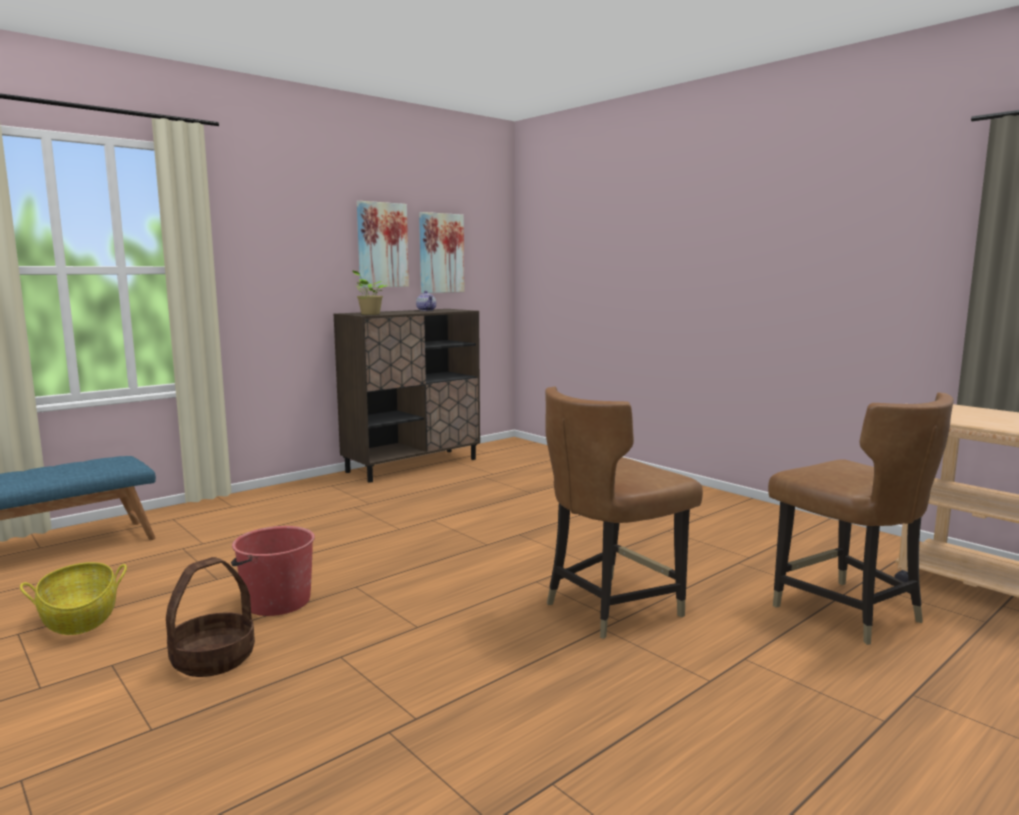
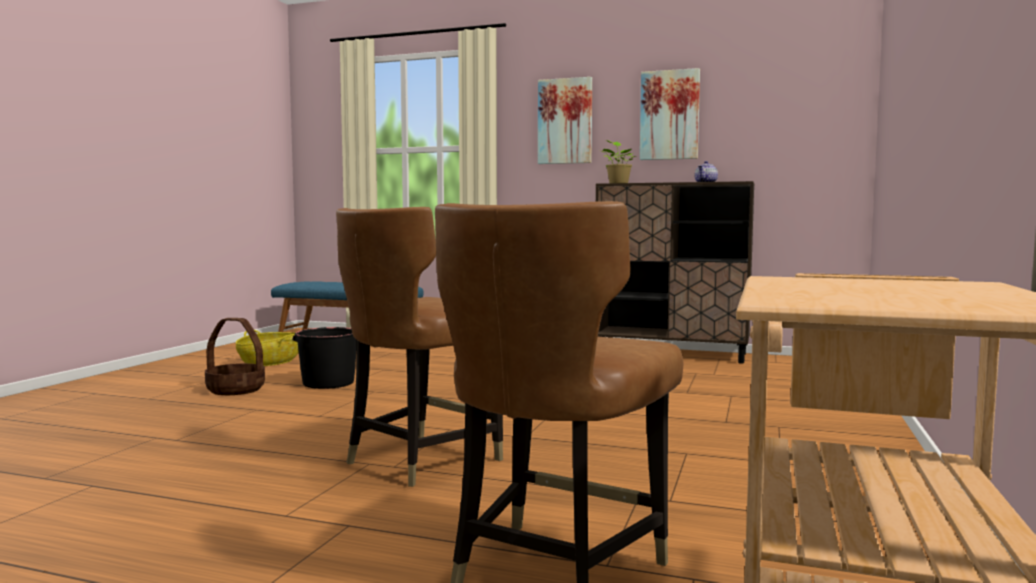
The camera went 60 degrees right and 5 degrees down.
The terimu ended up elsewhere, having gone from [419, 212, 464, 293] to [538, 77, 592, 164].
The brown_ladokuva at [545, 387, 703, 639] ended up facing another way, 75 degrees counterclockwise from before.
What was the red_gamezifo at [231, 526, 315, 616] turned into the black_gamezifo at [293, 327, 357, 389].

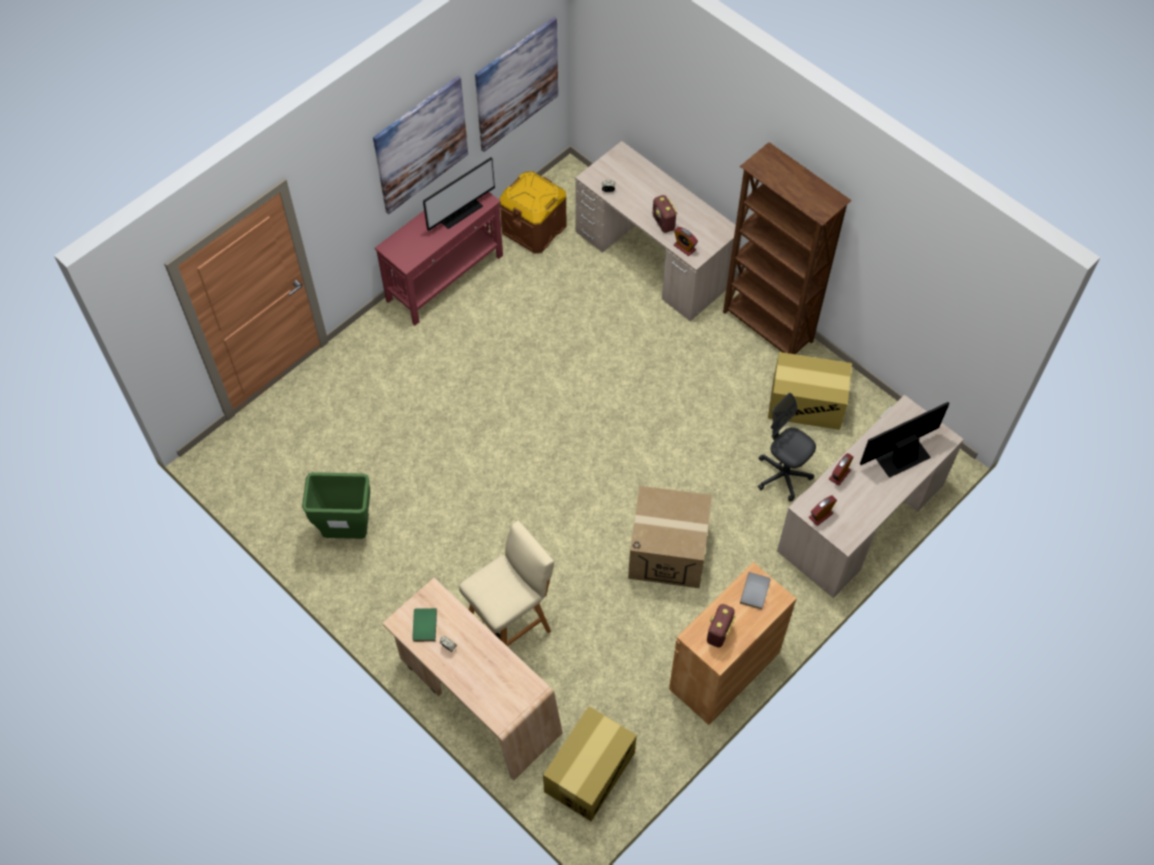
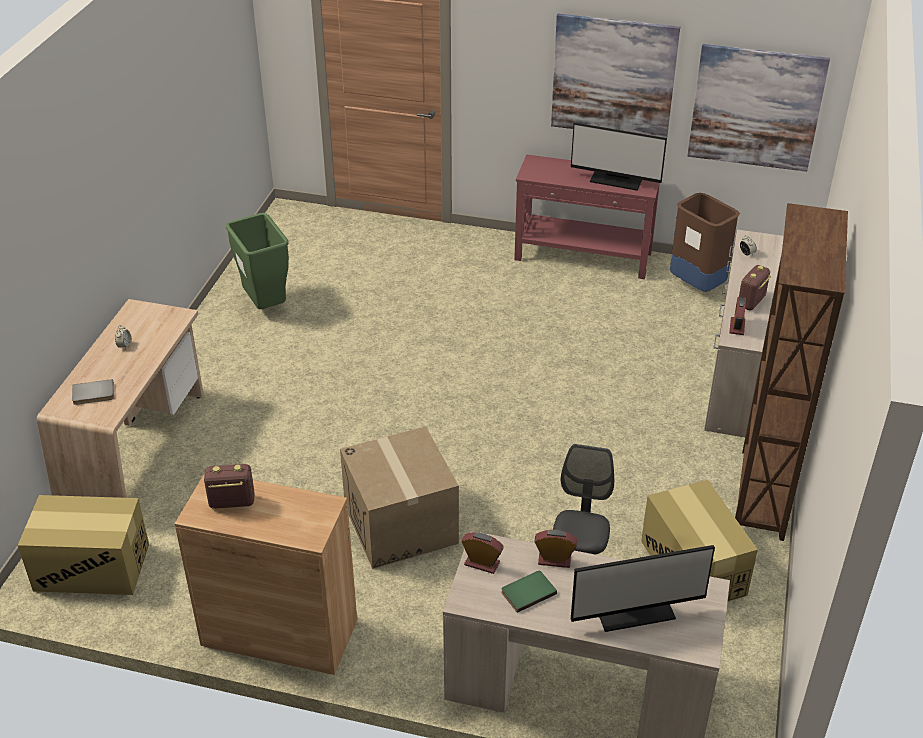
The camera went 60 degrees right and 20 degrees down.
Where the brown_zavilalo stood at [499, 171, 567, 253], the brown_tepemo came to stand at [670, 193, 740, 292].
The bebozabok at [860, 402, 950, 478] ended up facing another way, 135 degrees clockwise from before.
The second view lost the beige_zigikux at [459, 521, 554, 646].
The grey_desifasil ended up elsewhere, having gone from [740, 572, 770, 610] to [72, 379, 114, 405].
The green_desifasil ended up elsewhere, having gone from [412, 608, 437, 642] to [501, 571, 557, 613].

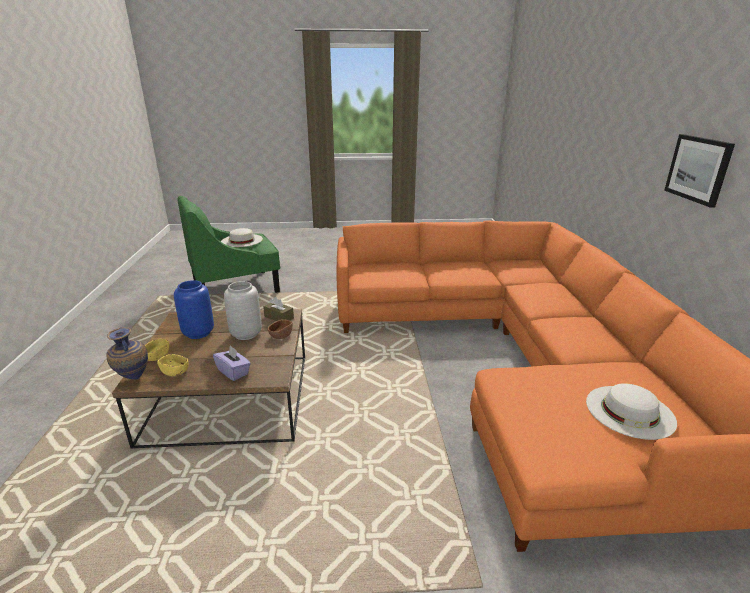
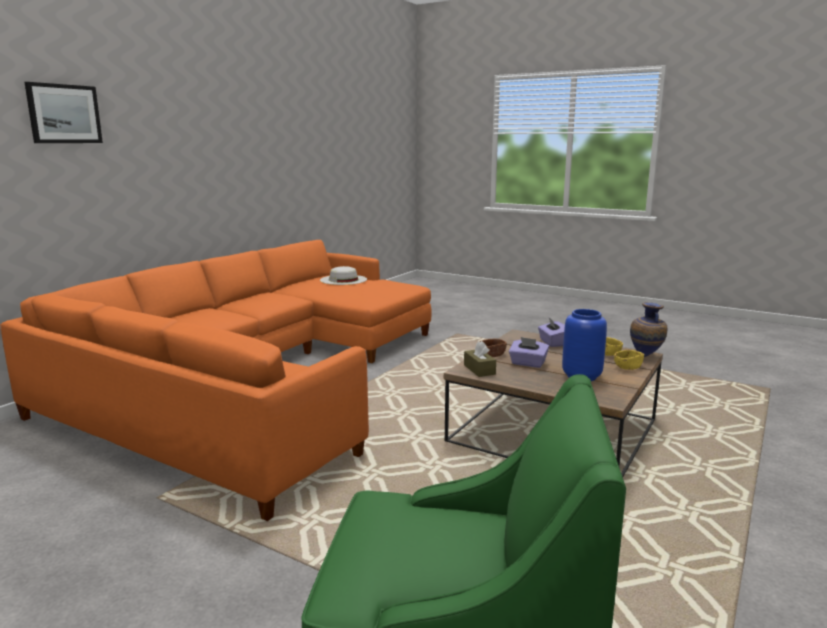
The camera went 145 degrees left and 10 degrees down.
The terimu ended up elsewhere, having gone from [664, 134, 735, 207] to [24, 82, 103, 143].
The second view lost the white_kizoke at [221, 228, 263, 247].
Where the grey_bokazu stood at [224, 281, 262, 340], the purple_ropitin came to stand at [509, 337, 549, 368].

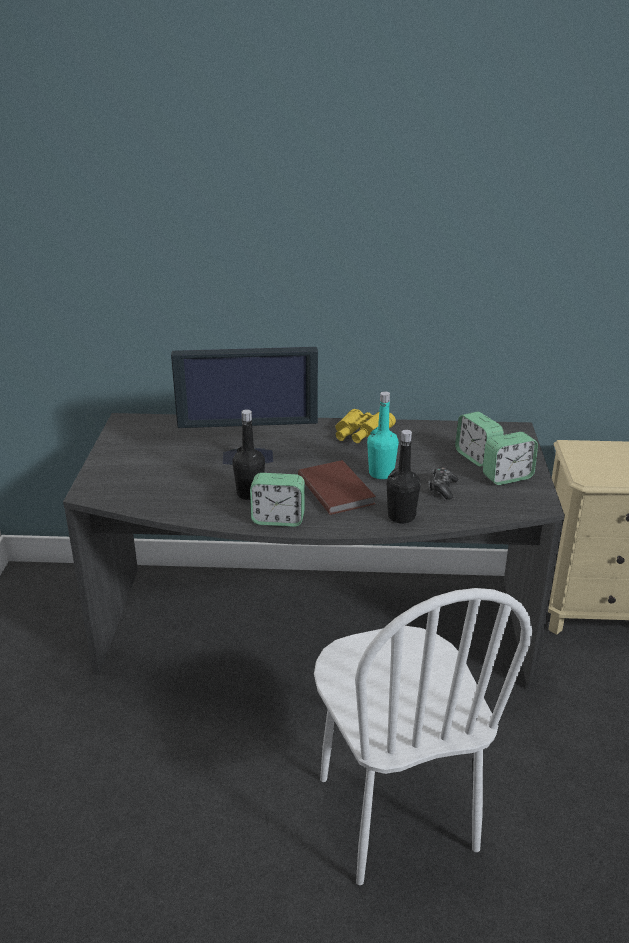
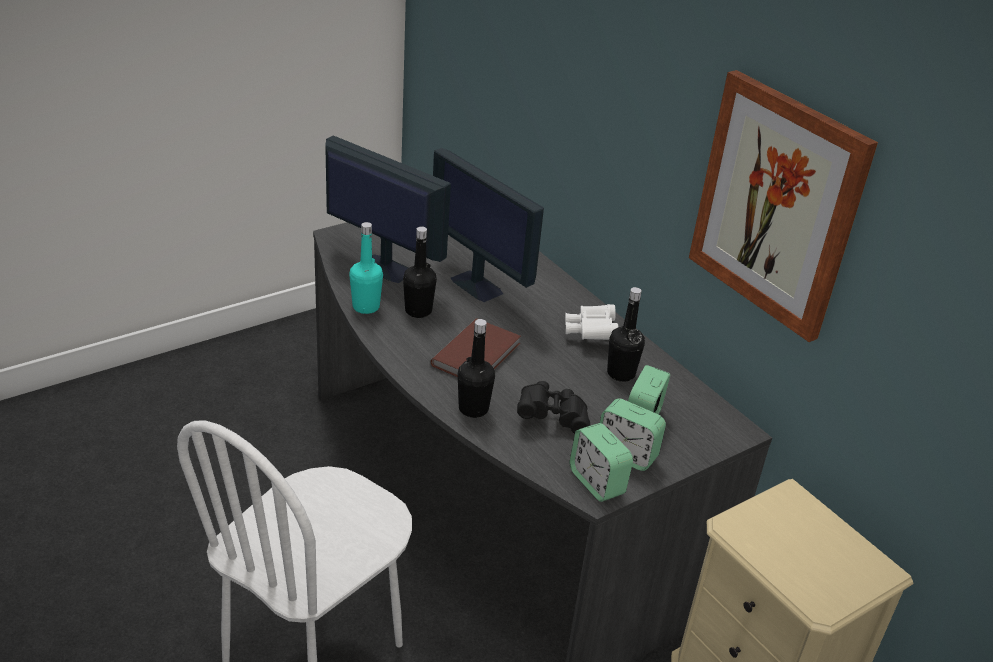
The camera went 50 degrees right and 5 degrees up.
The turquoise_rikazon ended up elsewhere, having gone from [367, 391, 399, 479] to [349, 222, 383, 314].
What was the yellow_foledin at [335, 409, 396, 443] turned into the white_foledin at [565, 304, 618, 340].
Where the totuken stood at [428, 467, 459, 500], the black_foledin came to stand at [517, 381, 590, 434].
The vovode ended up elsewhere, having gone from [250, 473, 305, 527] to [570, 423, 633, 502].
The second view gained the terimu at [689, 70, 878, 342].
The second view gained the bebozabok at [325, 135, 451, 283].
The second view gained the black_rikazon at [607, 287, 645, 382].

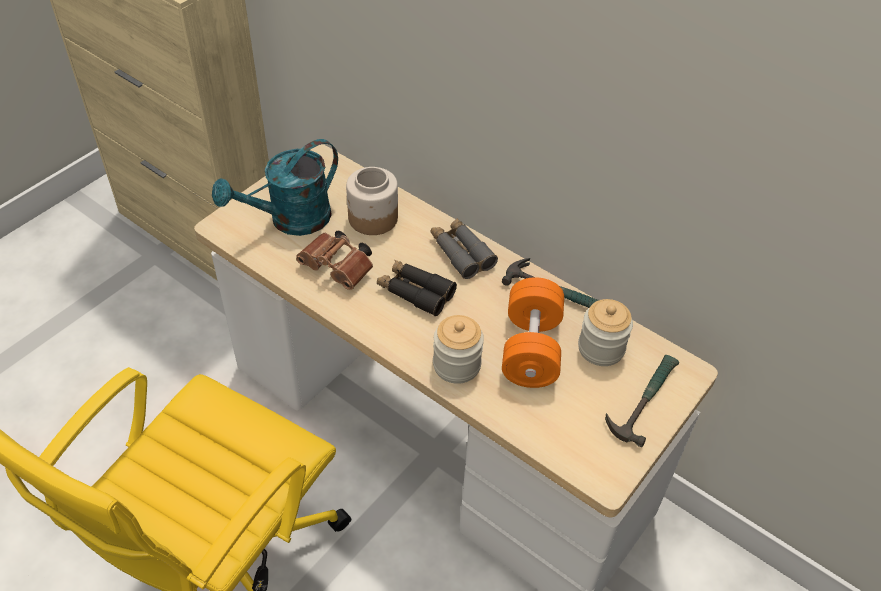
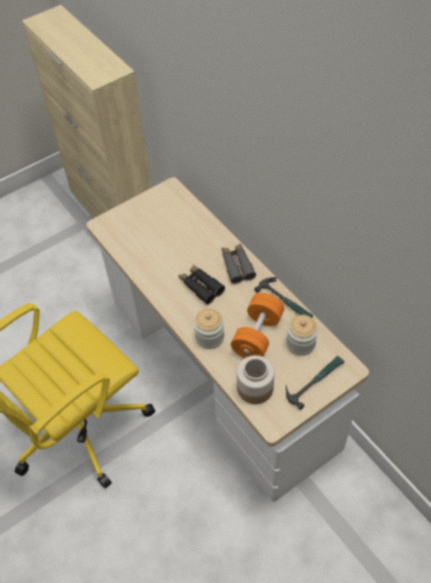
The camera went 20 degrees right and 5 degrees up.
The second view lost the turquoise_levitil at [212, 139, 338, 236].
The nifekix ended up elsewhere, having gone from [346, 167, 398, 235] to [237, 355, 275, 404].
The second view lost the brown_foledin at [296, 230, 373, 290].

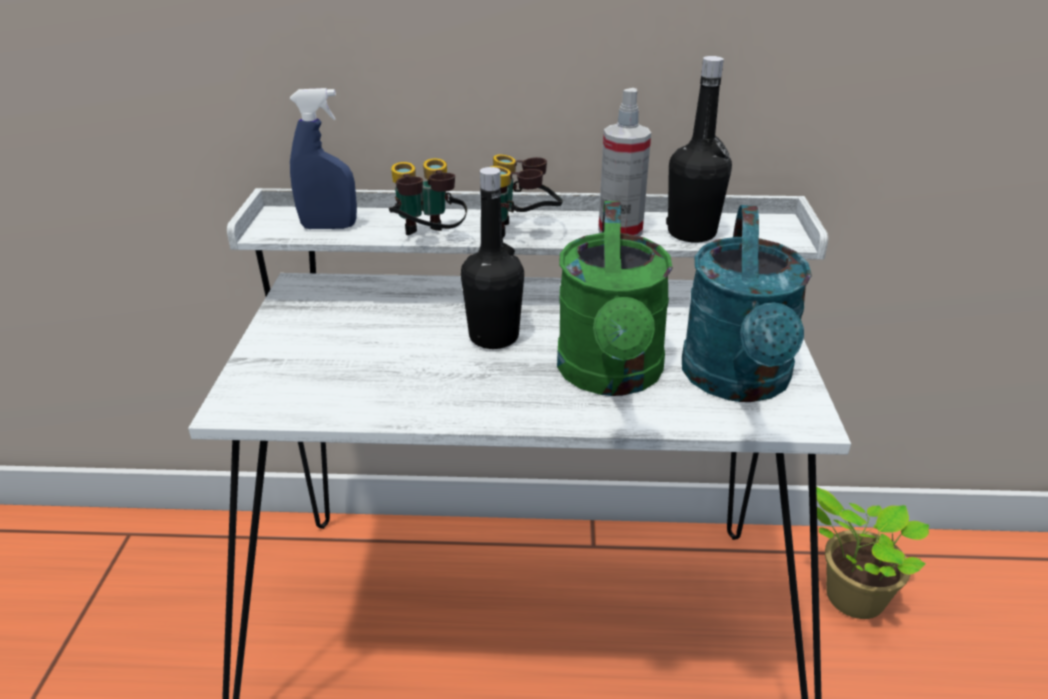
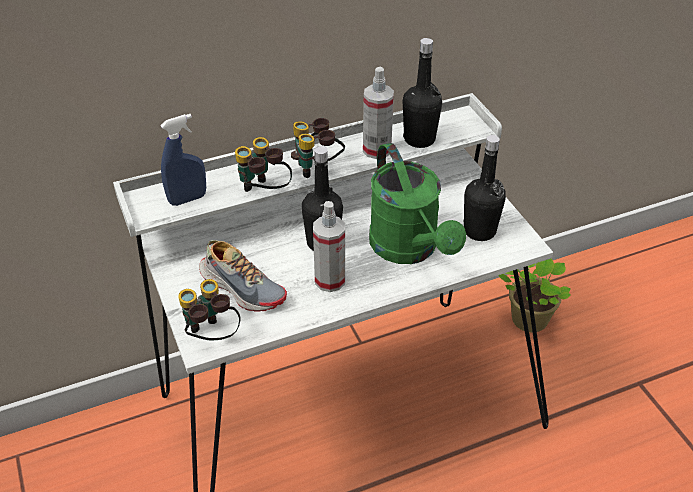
The camera went 25 degrees left and 10 degrees up.
Where the turquoise_levitil stood at [682, 205, 812, 402], the black_rikazon came to stand at [464, 135, 506, 241].
The second view gained the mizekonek at [313, 201, 345, 292].
The second view gained the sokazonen at [199, 240, 287, 312].
The second view gained the foledin at [178, 279, 241, 340].

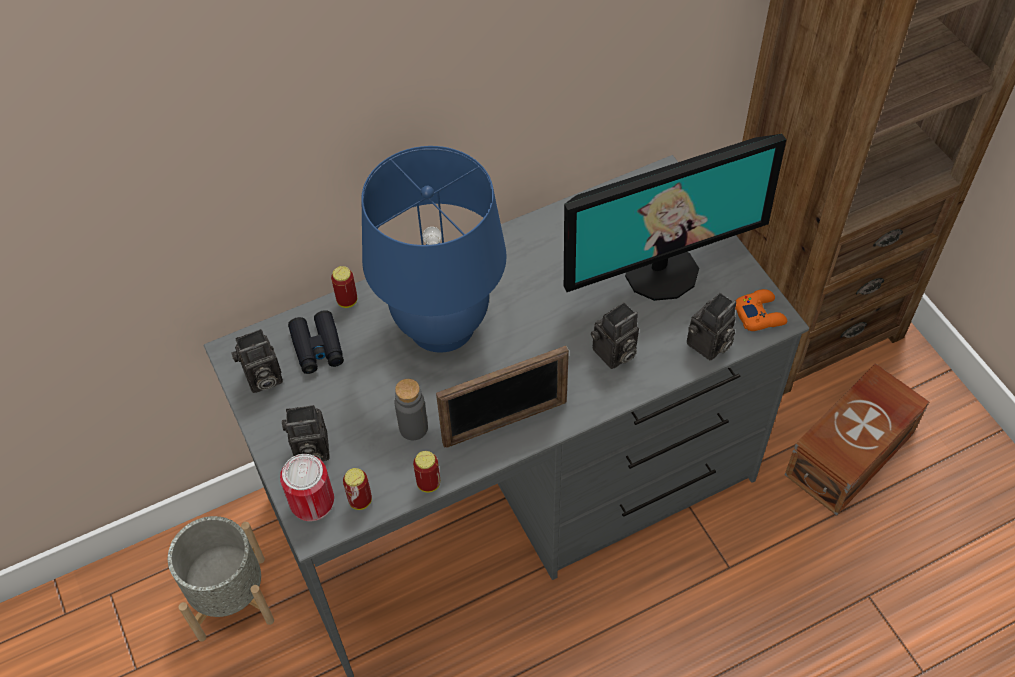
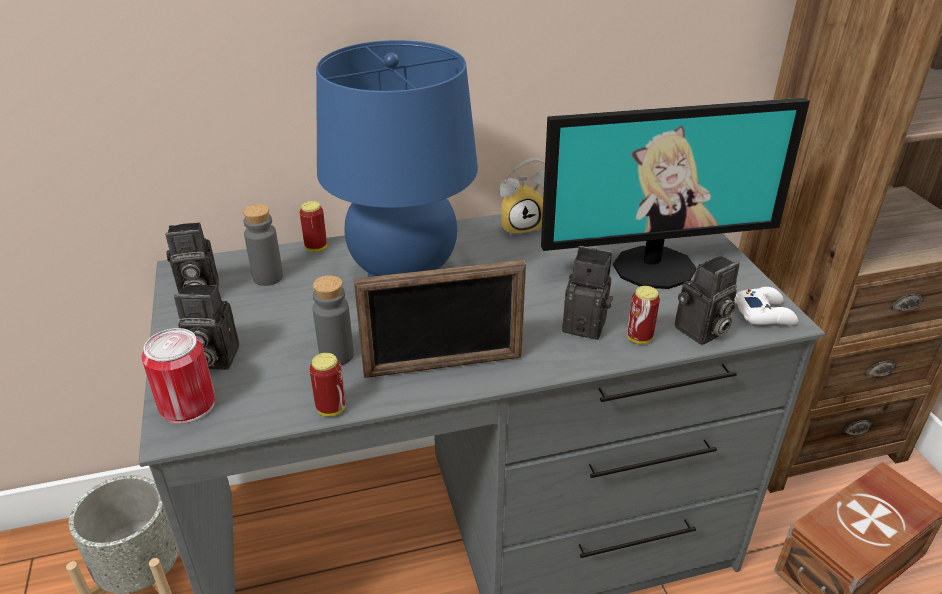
The camera went 10 degrees right and 20 degrees down.
What was the orange_totuken at [735, 289, 787, 331] turned into the white_totuken at [734, 287, 798, 325].
The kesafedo at [591, 302, 639, 369] ended up facing another way, 135 degrees counterclockwise from before.
Where the black_foledin stood at [288, 310, 344, 374], the grey_rikazon came to stand at [243, 204, 283, 286].
The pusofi ended up elsewhere, having gone from [343, 468, 372, 510] to [627, 286, 660, 344].
The second view gained the vovode at [500, 158, 545, 237].

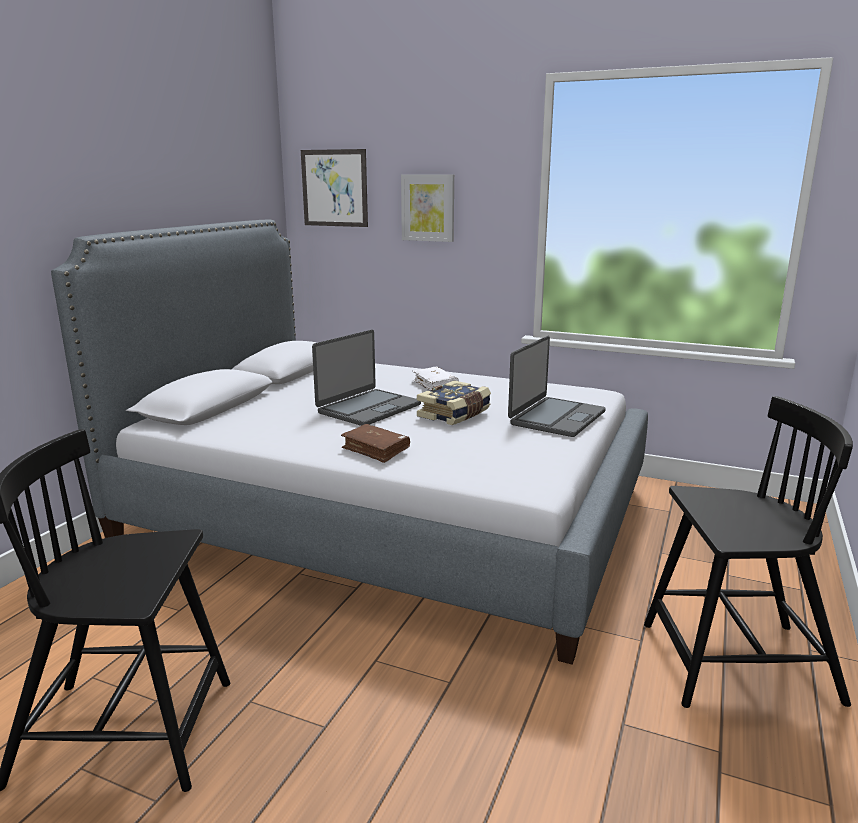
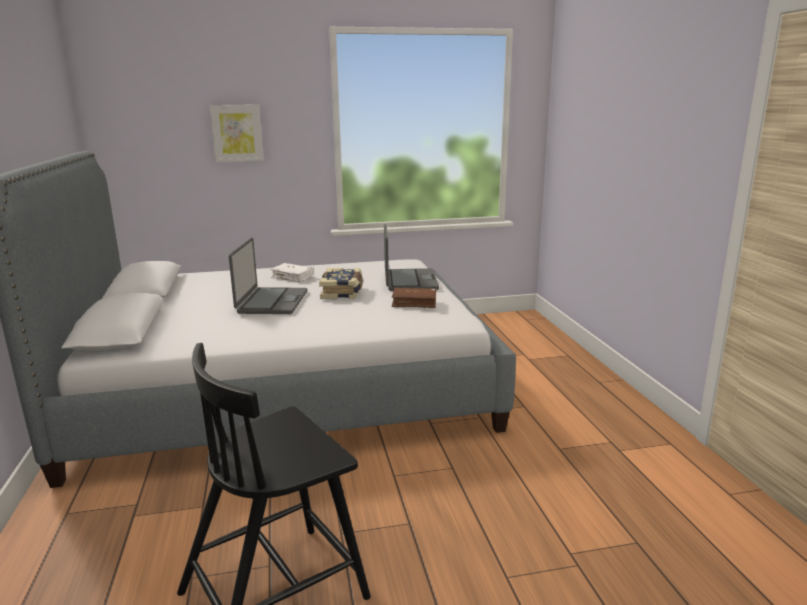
The camera went 35 degrees left and 0 degrees up.
The second view lost the terimu at [301, 149, 368, 227].
The second view lost the black_ladokuva at [644, 396, 853, 708].
The brown_desifasil ended up elsewhere, having gone from [341, 424, 410, 463] to [392, 288, 436, 308].

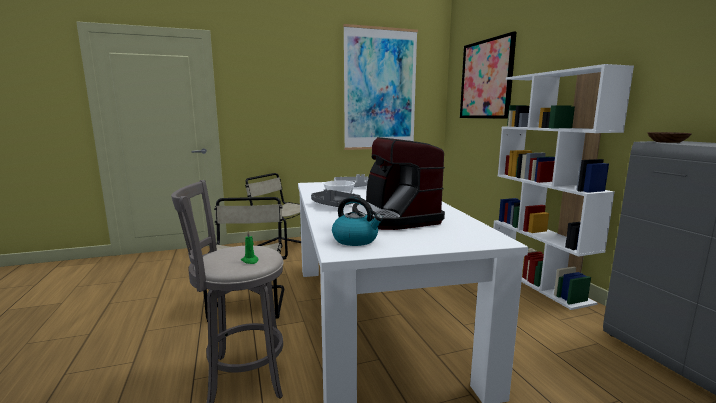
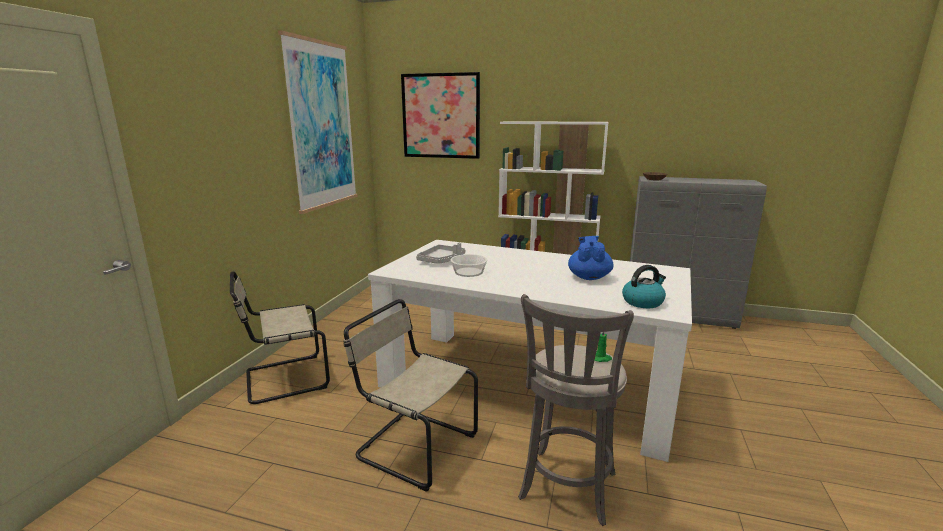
The camera went 55 degrees left and 5 degrees up.
Where the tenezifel stood at [352, 137, 445, 230], the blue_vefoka came to stand at [568, 236, 614, 280].
The second view lost the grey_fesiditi at [311, 189, 361, 207].

